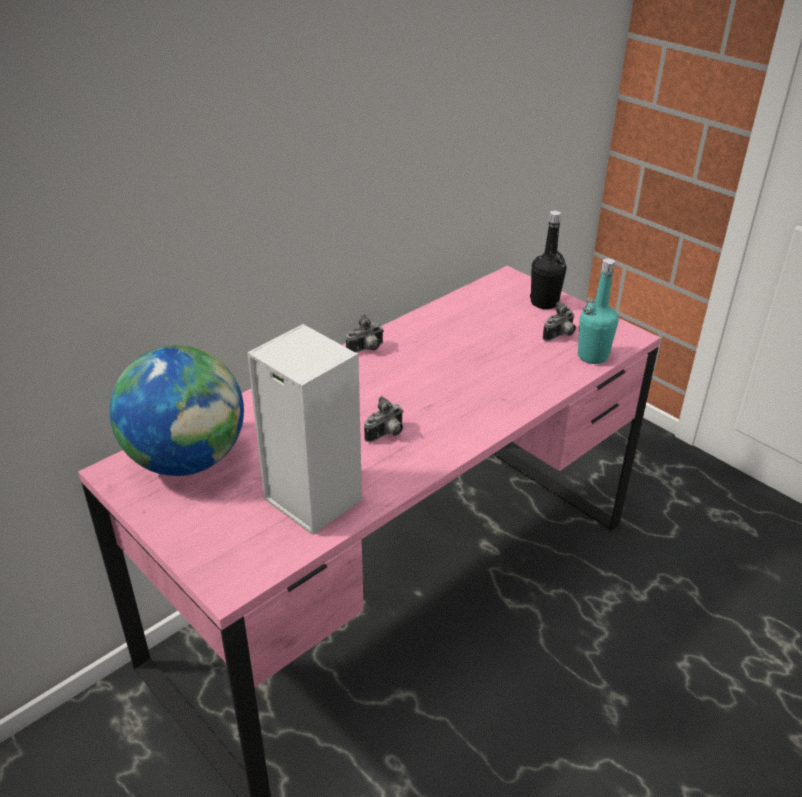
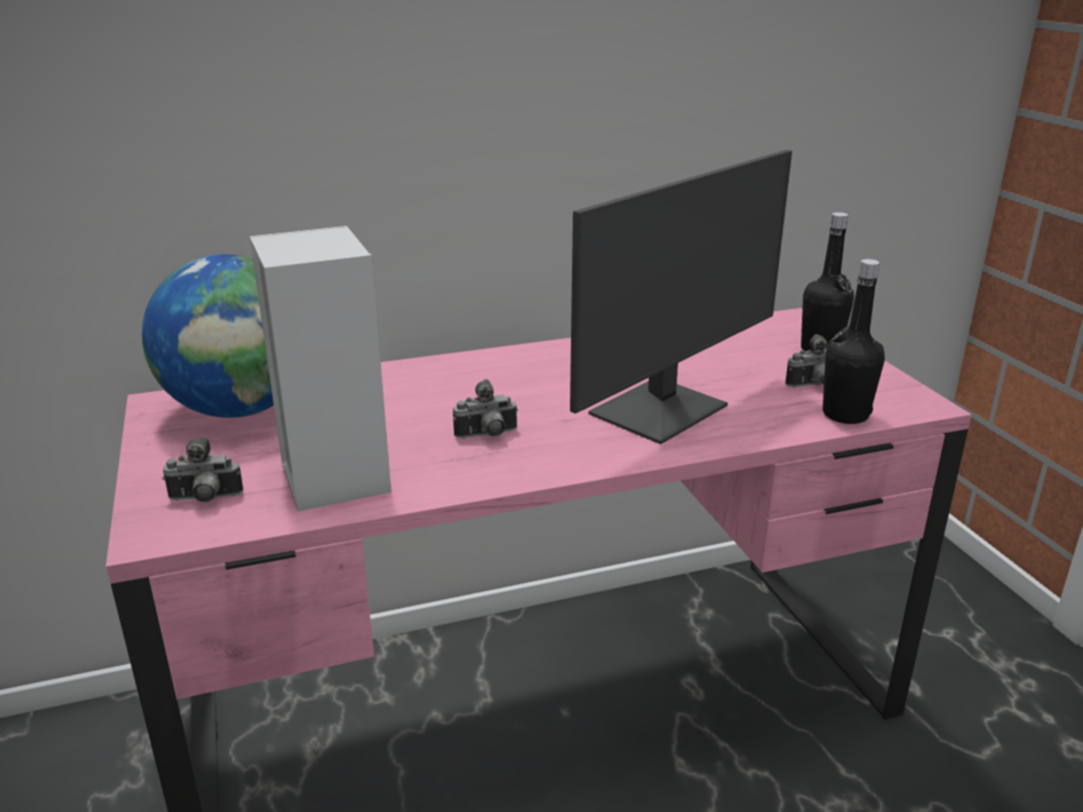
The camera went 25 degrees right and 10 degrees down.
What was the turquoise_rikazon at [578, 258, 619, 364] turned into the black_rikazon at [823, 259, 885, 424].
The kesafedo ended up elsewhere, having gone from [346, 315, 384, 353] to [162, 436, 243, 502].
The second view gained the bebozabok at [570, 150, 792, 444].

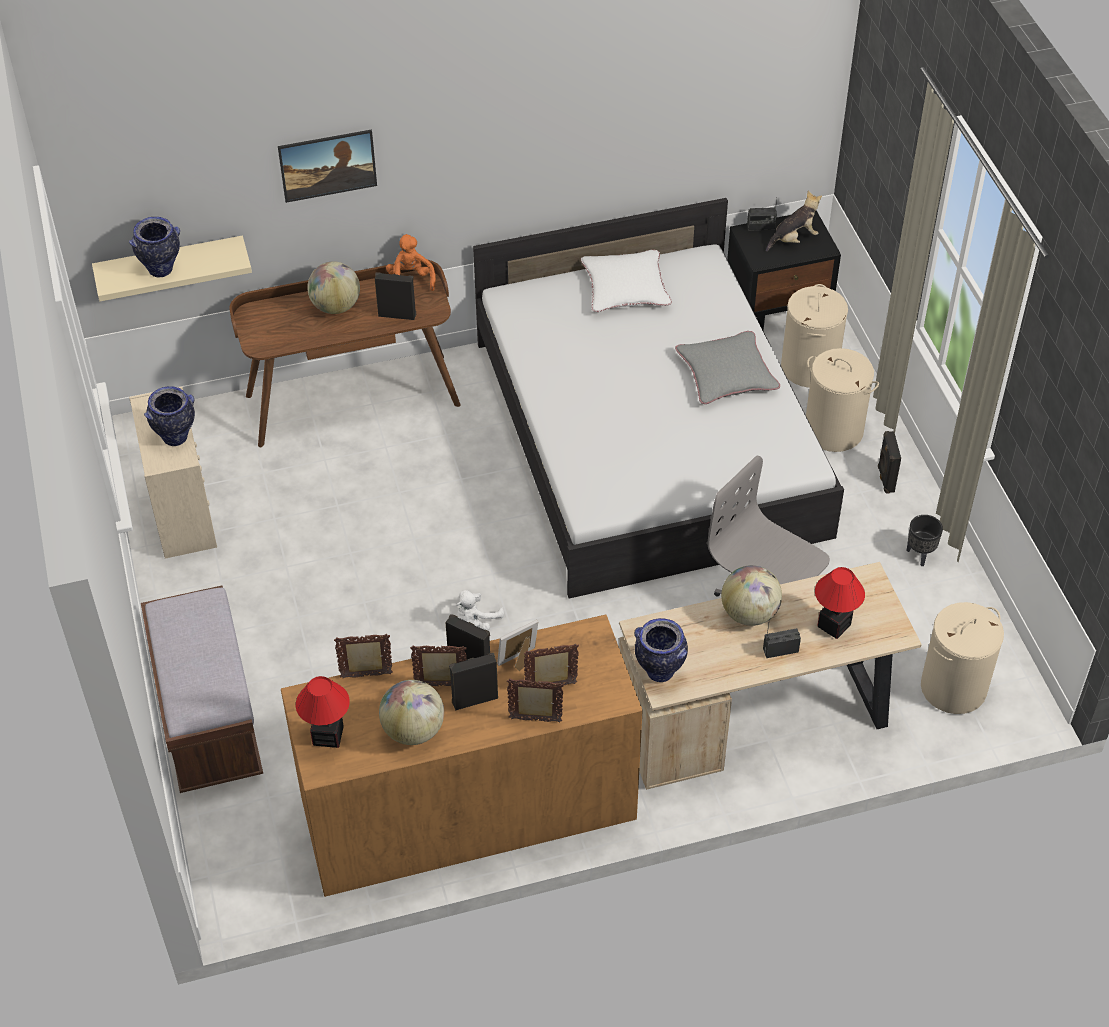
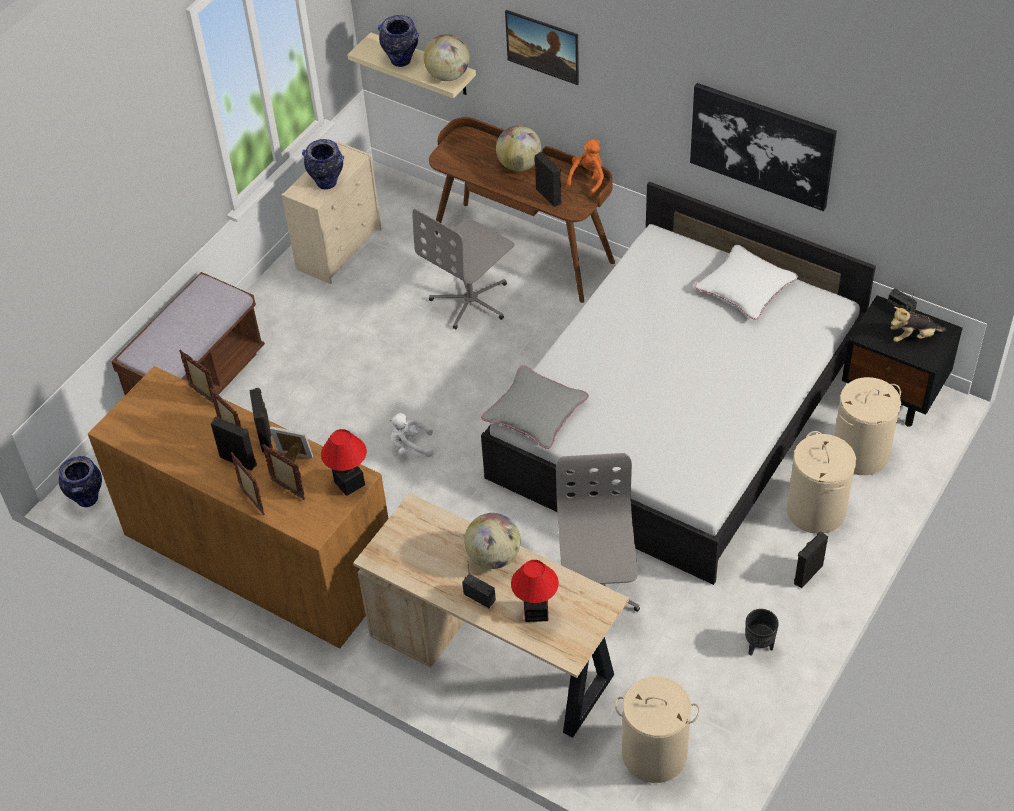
The camera went 50 degrees right and 0 degrees up.
The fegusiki at [766, 191, 822, 252] ended up facing another way, 150 degrees clockwise from before.
The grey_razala ended up elsewhere, having gone from [675, 331, 780, 404] to [481, 365, 589, 449].
The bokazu ended up elsewhere, having gone from [635, 618, 688, 682] to [59, 456, 102, 507].
The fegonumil ended up elsewhere, having gone from [296, 676, 350, 748] to [321, 429, 367, 496].
The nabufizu ended up elsewhere, having gone from [379, 680, 444, 745] to [424, 34, 470, 81].
The second view gained the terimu at [690, 83, 837, 211].
The second view gained the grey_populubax at [412, 209, 514, 329].

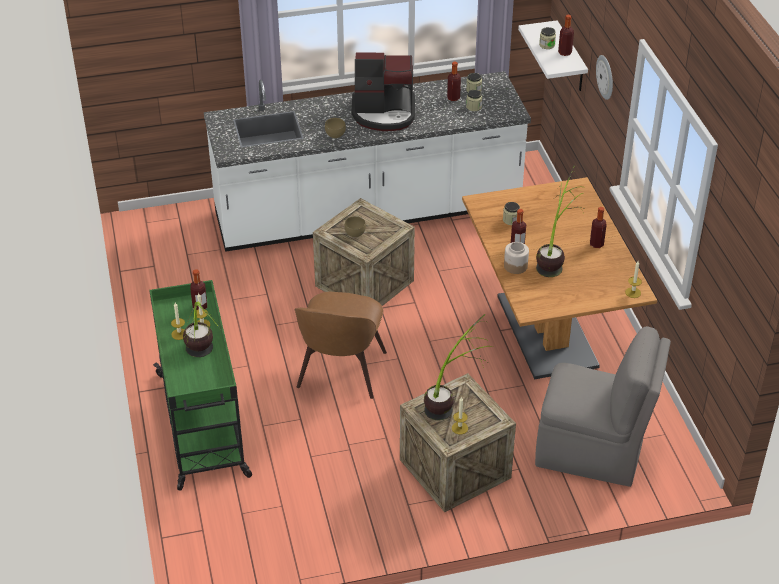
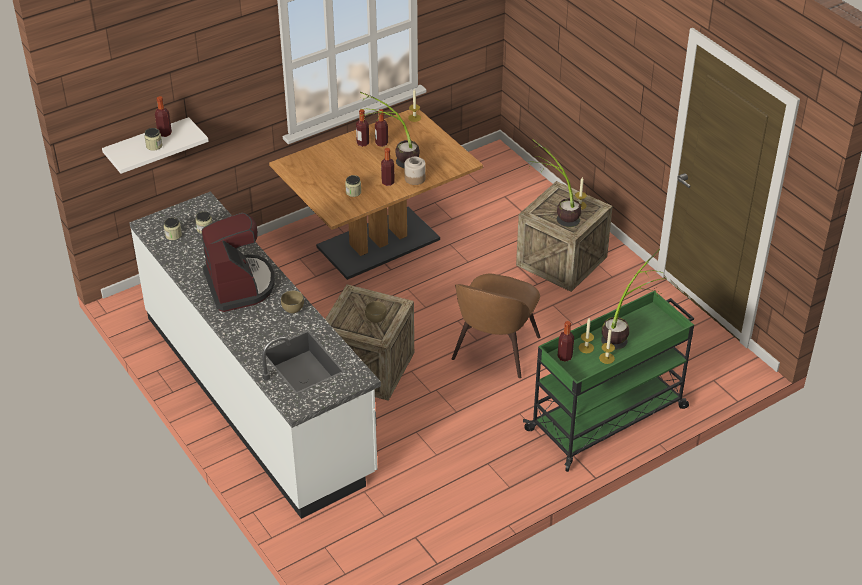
The camera went 110 degrees left and 0 degrees up.
The second view lost the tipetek at [596, 55, 613, 100].
The rikazon ended up elsewhere, having gone from [447, 61, 461, 101] to [375, 109, 388, 147].
The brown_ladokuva at [294, 292, 387, 399] ended up facing another way, 120 degrees clockwise from before.
The second view lost the grey_ladokuva at [535, 326, 671, 487].

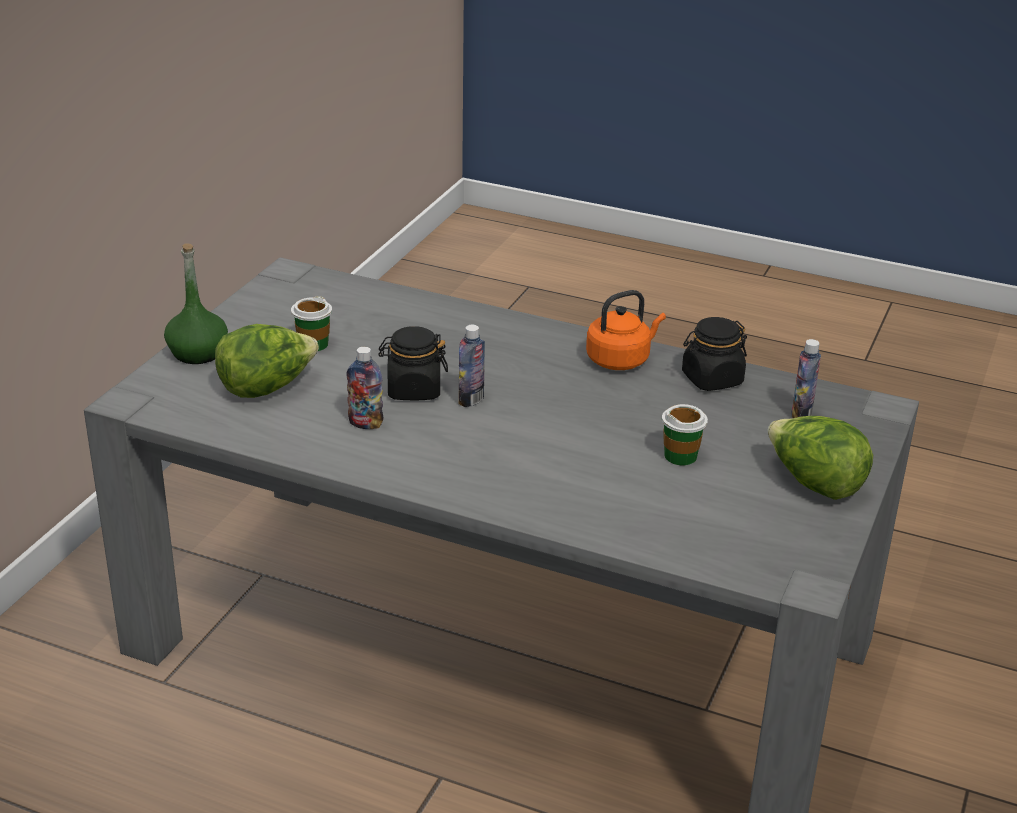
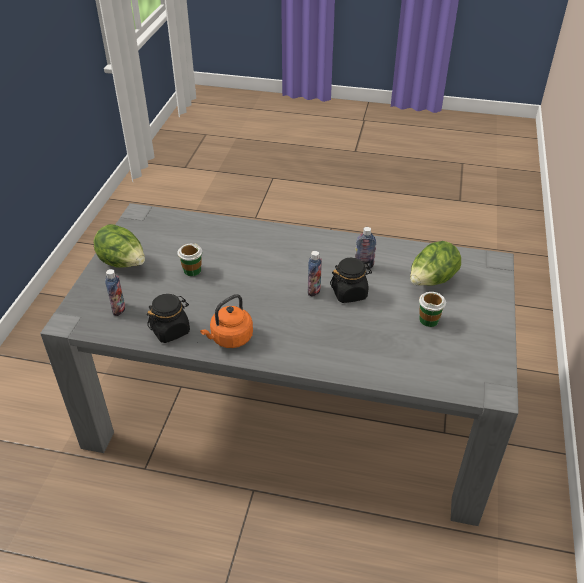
The camera went 170 degrees right and 10 degrees up.
The second view lost the green_rikazon at [164, 243, 228, 364].

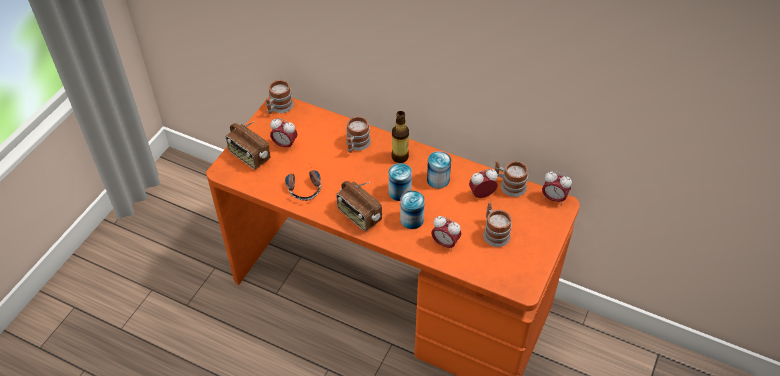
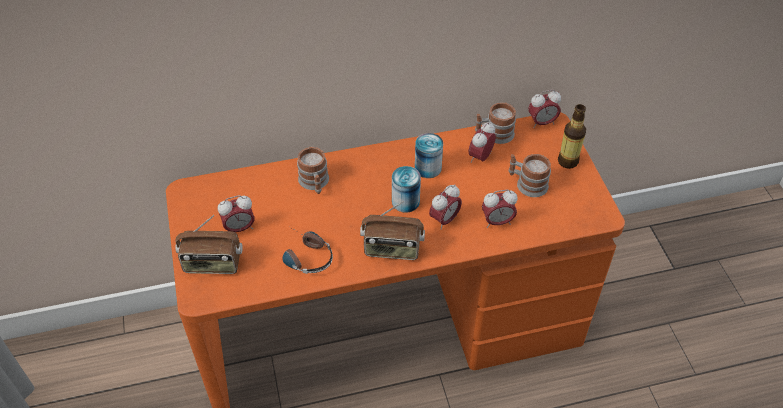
The camera went 40 degrees left and 0 degrees up.
The second view lost the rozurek at [266, 80, 294, 114].
The rikazon ended up elsewhere, having gone from [391, 111, 409, 163] to [558, 104, 586, 169].
Where the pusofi stood at [400, 191, 425, 229], the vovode came to stand at [429, 185, 462, 230].

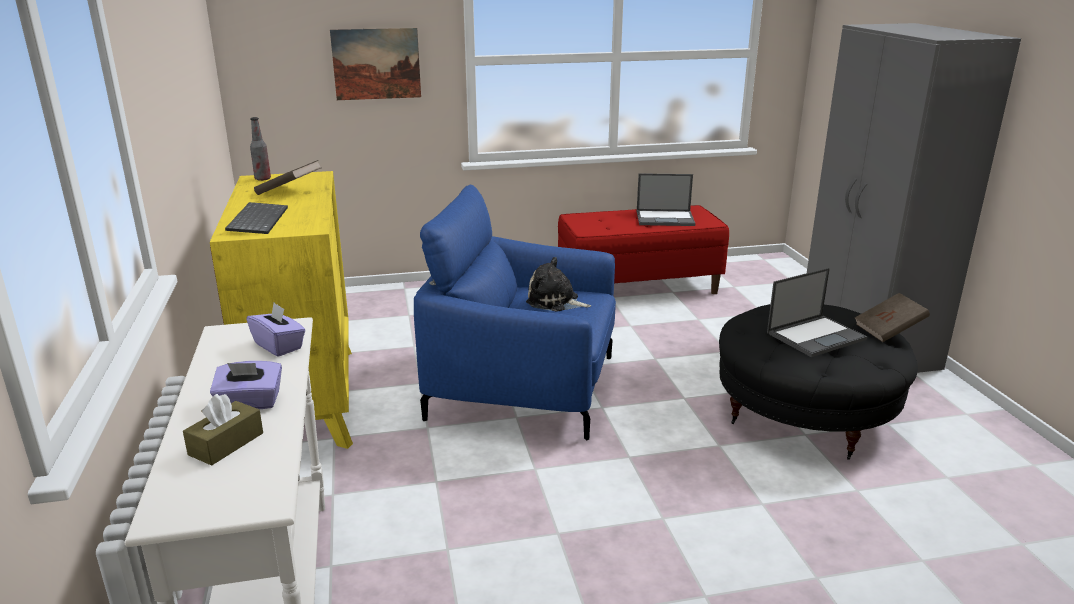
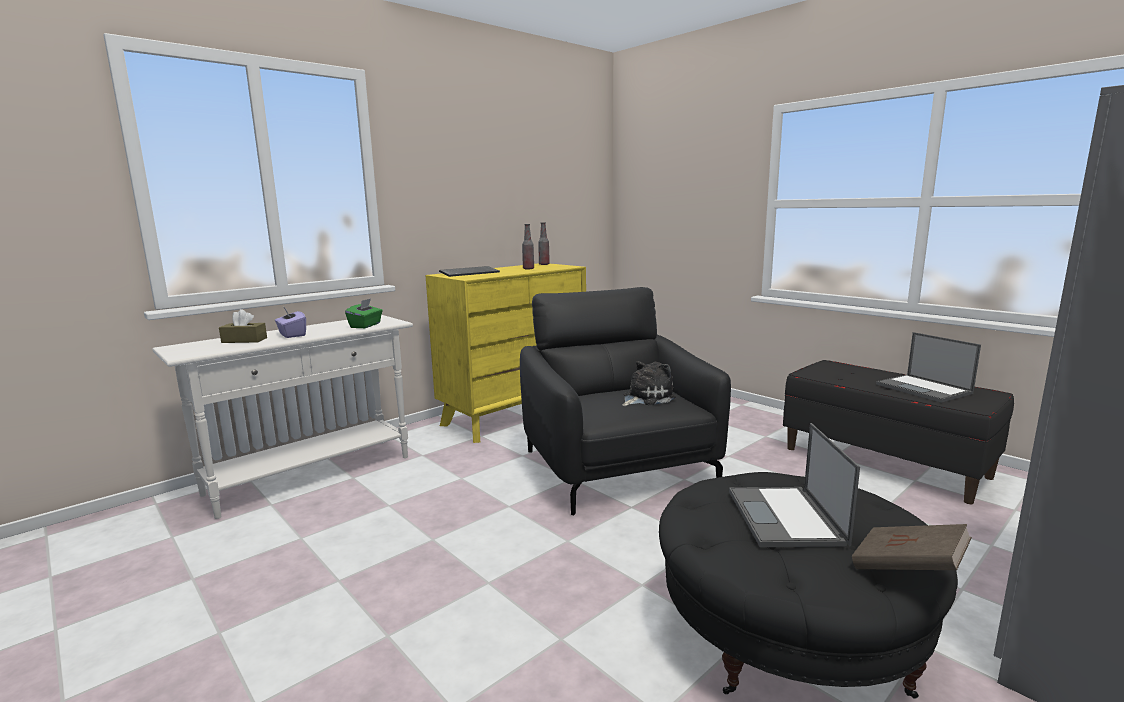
The camera went 60 degrees right and 10 degrees down.
The second view lost the terimu at [330, 28, 421, 100].
Where the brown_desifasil stood at [254, 160, 322, 195], the rikazon came to stand at [522, 224, 534, 269].
What was the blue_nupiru at [414, 185, 616, 440] turned into the black_nupiru at [520, 287, 731, 515].
What was the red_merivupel at [558, 205, 729, 294] turned into the black_merivupel at [783, 360, 1014, 504].
The fegusiki at [526, 257, 591, 312] ended up facing another way, 60 degrees clockwise from before.
The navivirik at [767, 268, 867, 357] ended up facing another way, 60 degrees clockwise from before.
What was the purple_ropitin at [246, 303, 306, 357] turned into the green_ropitin at [345, 299, 383, 328].

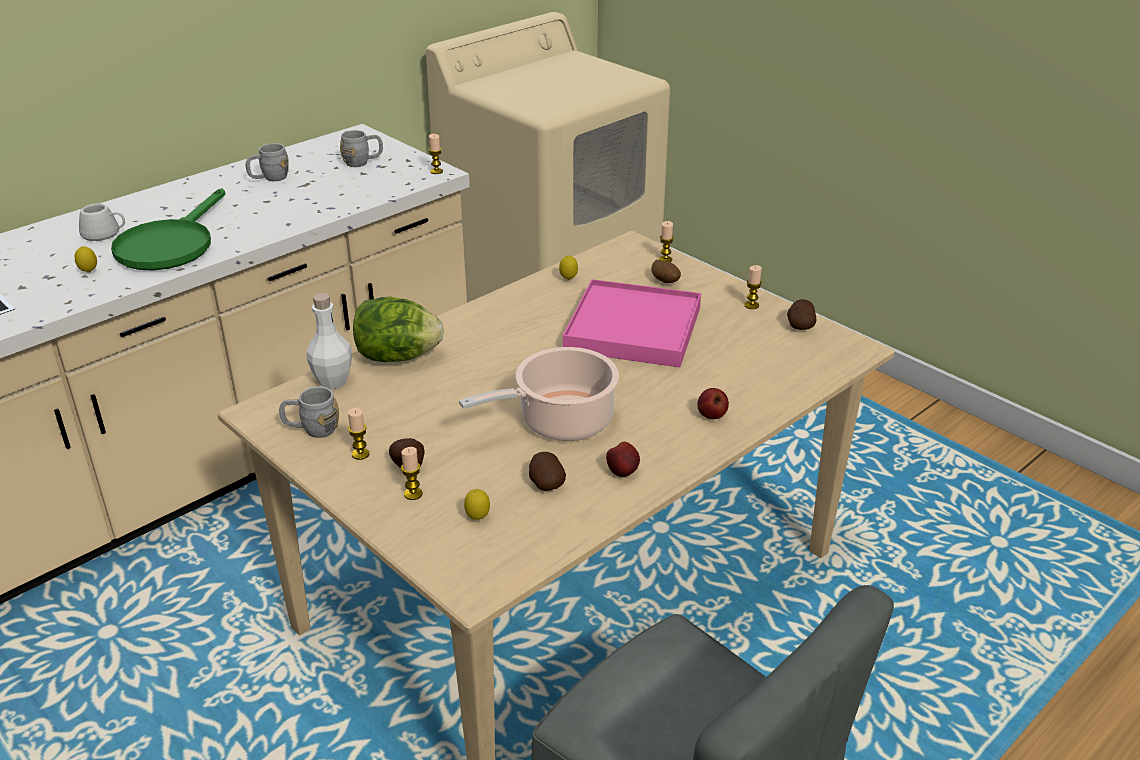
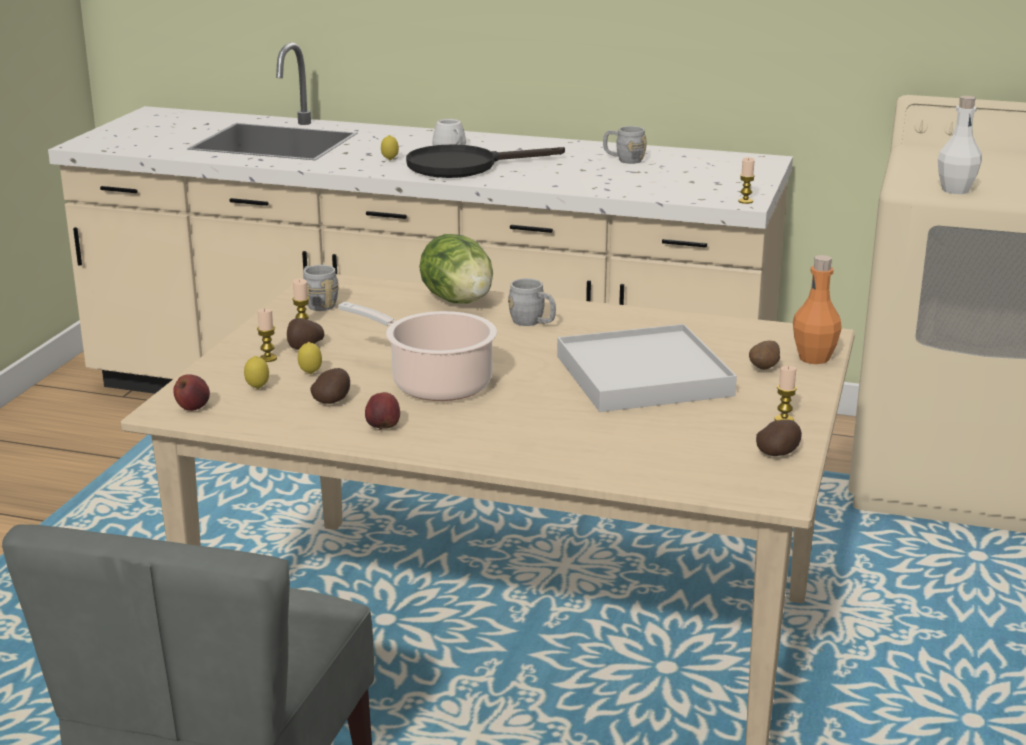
The camera went 60 degrees right and 10 degrees down.
The grey_rozurek ended up elsewhere, having gone from [340, 130, 383, 167] to [508, 278, 556, 326].
What was the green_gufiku at [111, 188, 225, 270] turned into the black_gufiku at [406, 144, 565, 178].
Where the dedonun stood at [659, 221, 674, 262], the orange_rikazon came to stand at [793, 255, 842, 364].
The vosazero ended up elsewhere, having gone from [559, 255, 578, 280] to [298, 342, 322, 374].
What was the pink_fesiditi at [563, 279, 701, 368] turned into the white_fesiditi at [557, 324, 737, 412].
The white_rikazon ended up elsewhere, having gone from [306, 293, 352, 390] to [938, 96, 982, 194].
The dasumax ended up elsewhere, having gone from [697, 388, 729, 419] to [173, 374, 210, 411].

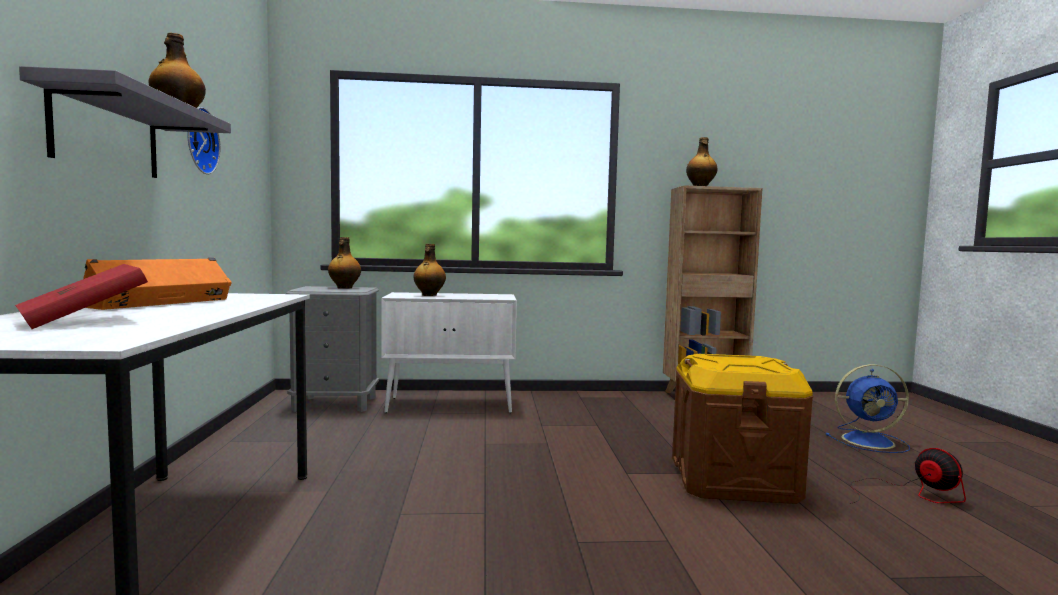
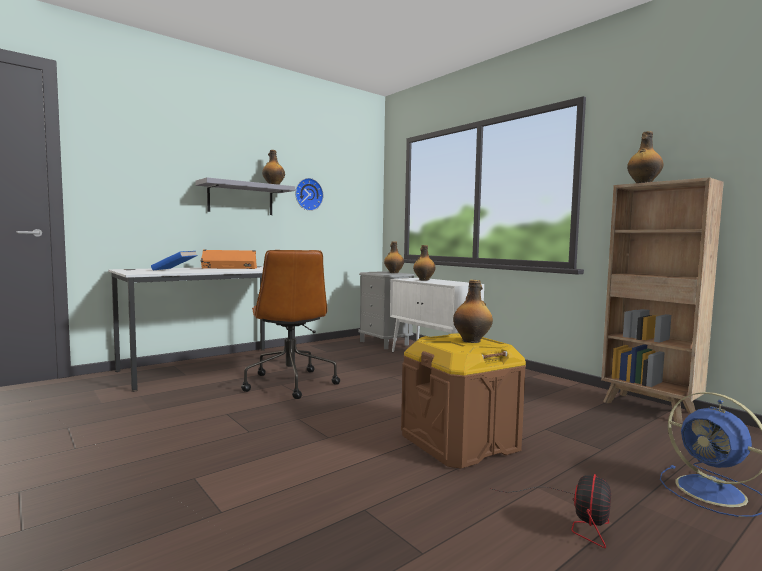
The camera went 55 degrees right and 0 degrees up.
What was the red_desifasil at [15, 264, 148, 329] turned into the blue_desifasil at [151, 251, 198, 270].
The second view gained the brown_populubax at [241, 250, 340, 399].
The second view gained the rikazon at [453, 280, 493, 343].

